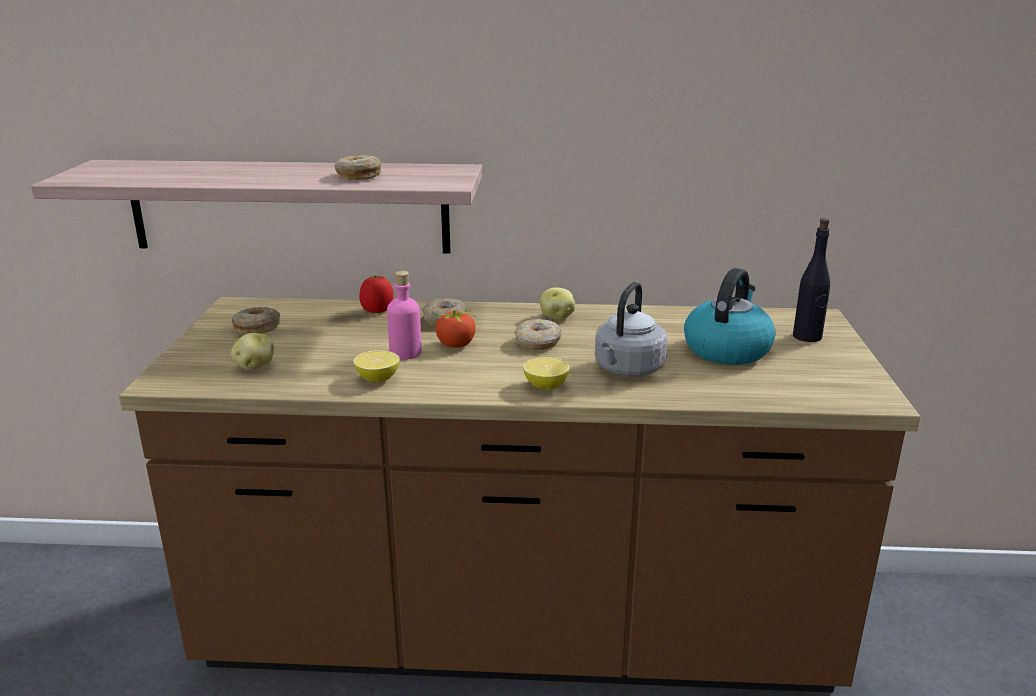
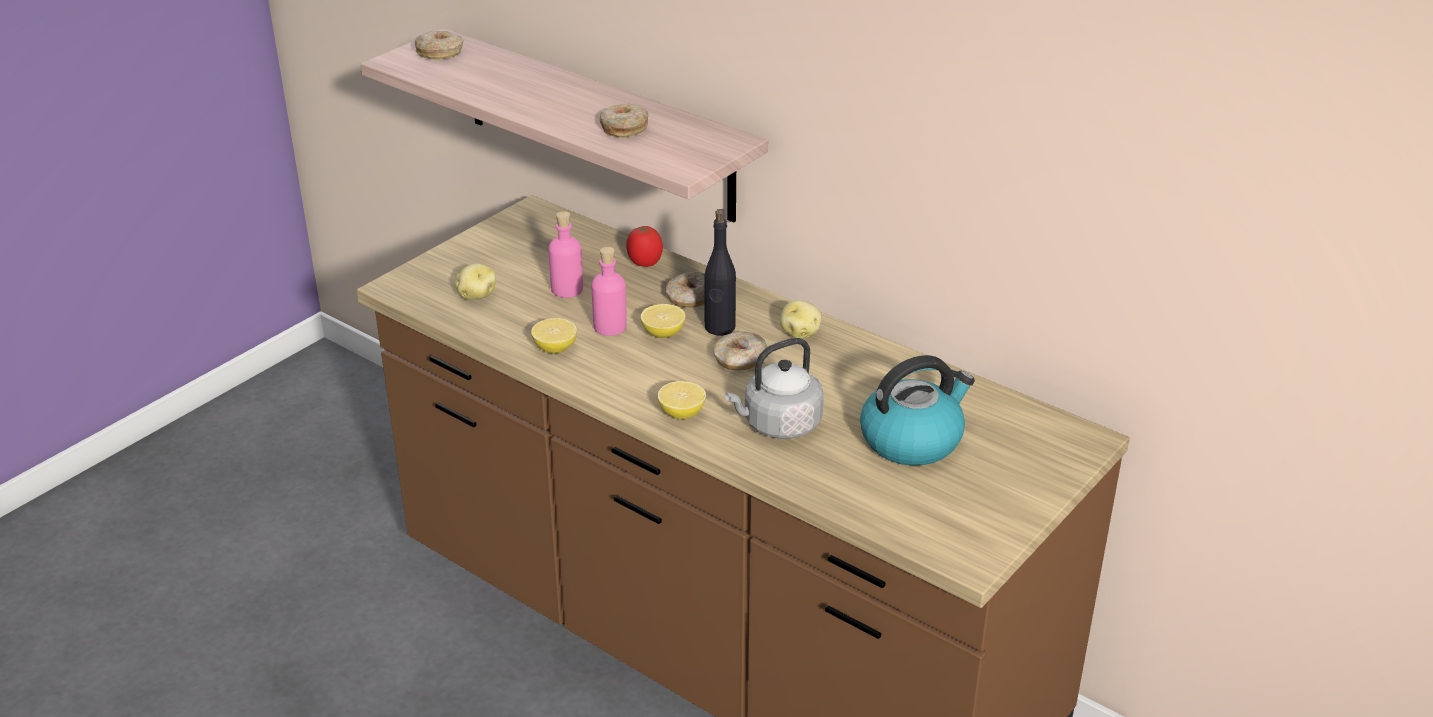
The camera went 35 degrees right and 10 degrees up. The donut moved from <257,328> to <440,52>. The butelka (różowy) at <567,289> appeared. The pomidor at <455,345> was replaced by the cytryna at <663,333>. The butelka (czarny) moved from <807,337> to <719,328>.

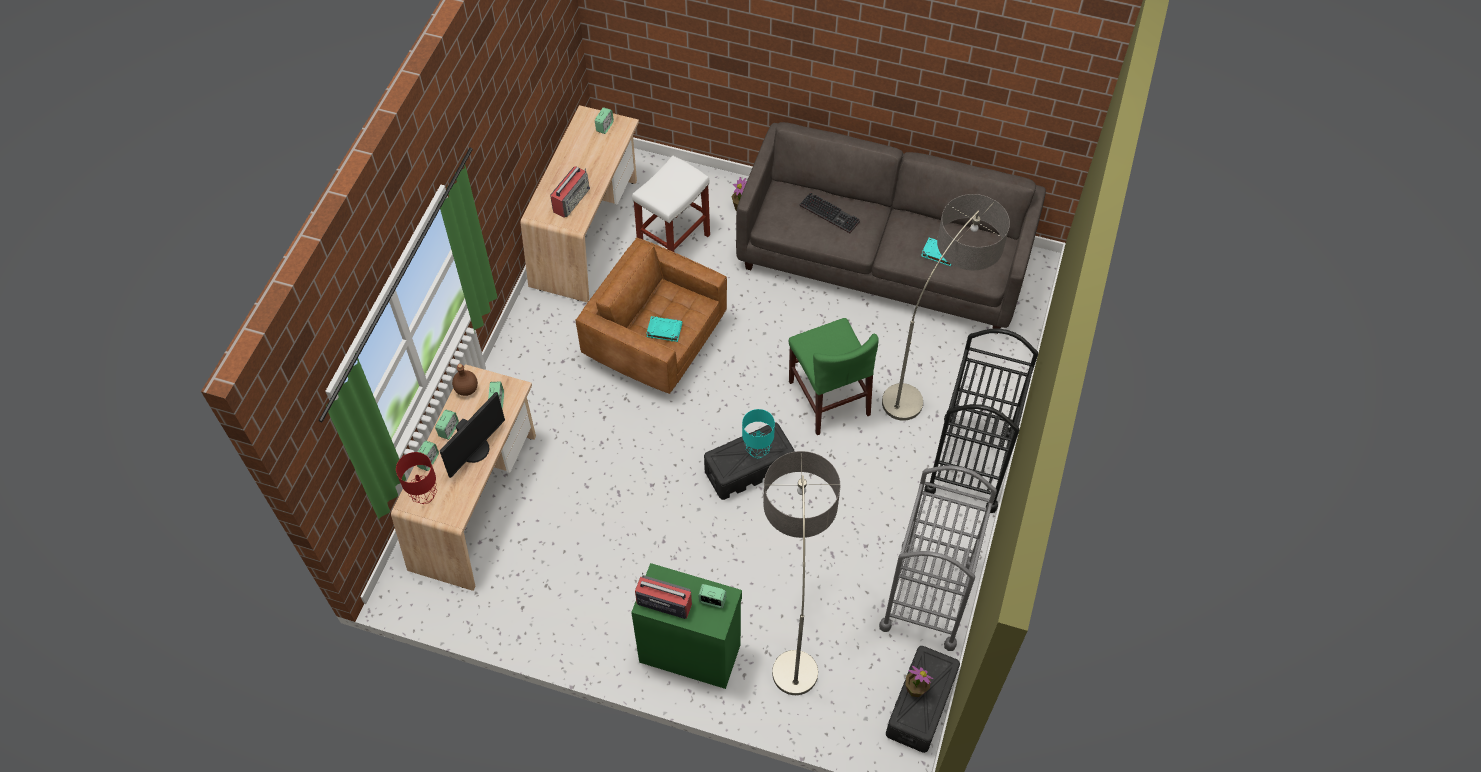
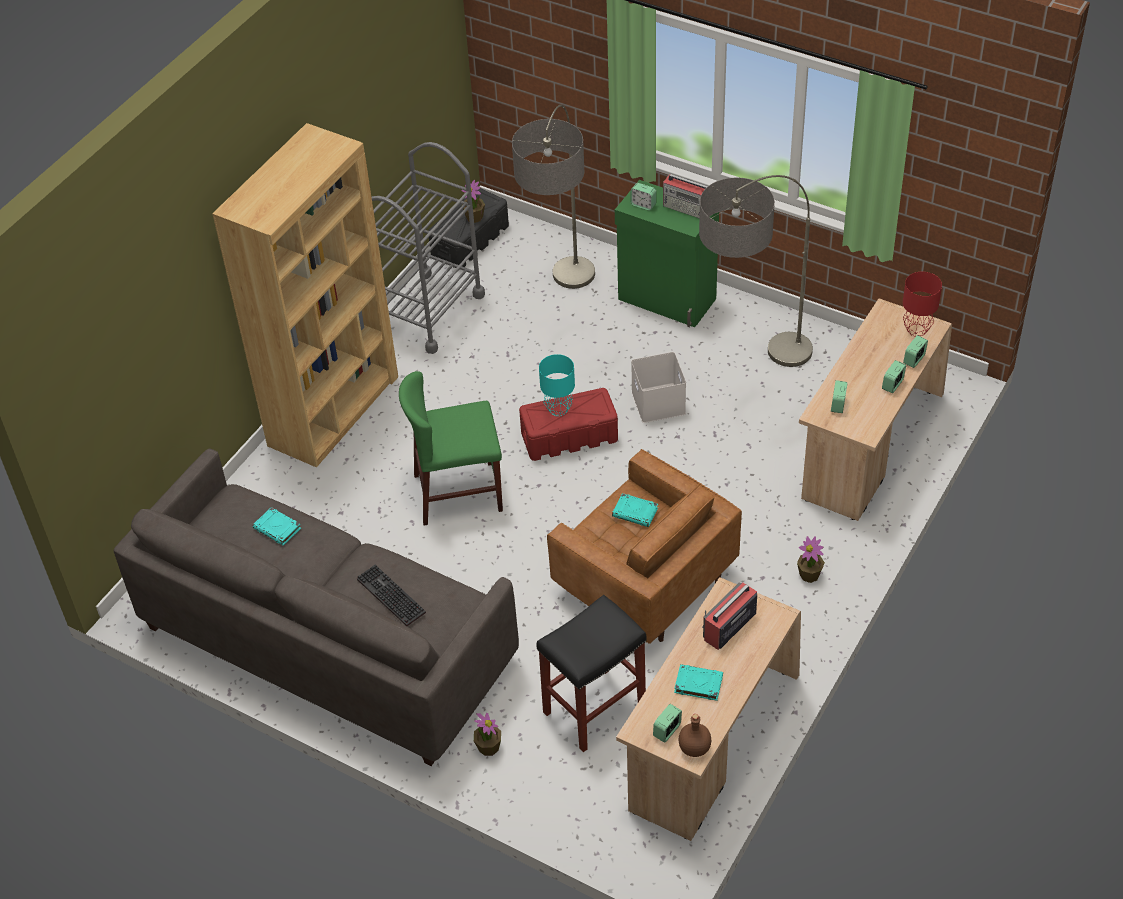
The camera went 165 degrees left and 10 degrees down. The wózek (czarny) at <970,463> was replaced by the regał (brązowy) at <334,410>. The krzesło (zielony) at <829,398> turned 90 degrees counterclockwise. The pojemnik do przechowywania (czarny) at <748,469> became the pojemnik do przechowywania (czerwony) at <570,436>. The stołek (biały) at <673,243> became the stołek (czarny) at <595,708>. The pojemnik do przechowywania (biały) at <659,403> appeared. The książka (turkusowy) at <698,684> appeared. The butelka (brązowy) moved from <467,389> to <694,748>. The lampa stojąca moved from <931,371> to <749,376>. The roślina doniczkowa at <809,575> appeared. The monitor at <475,450> disappeared.

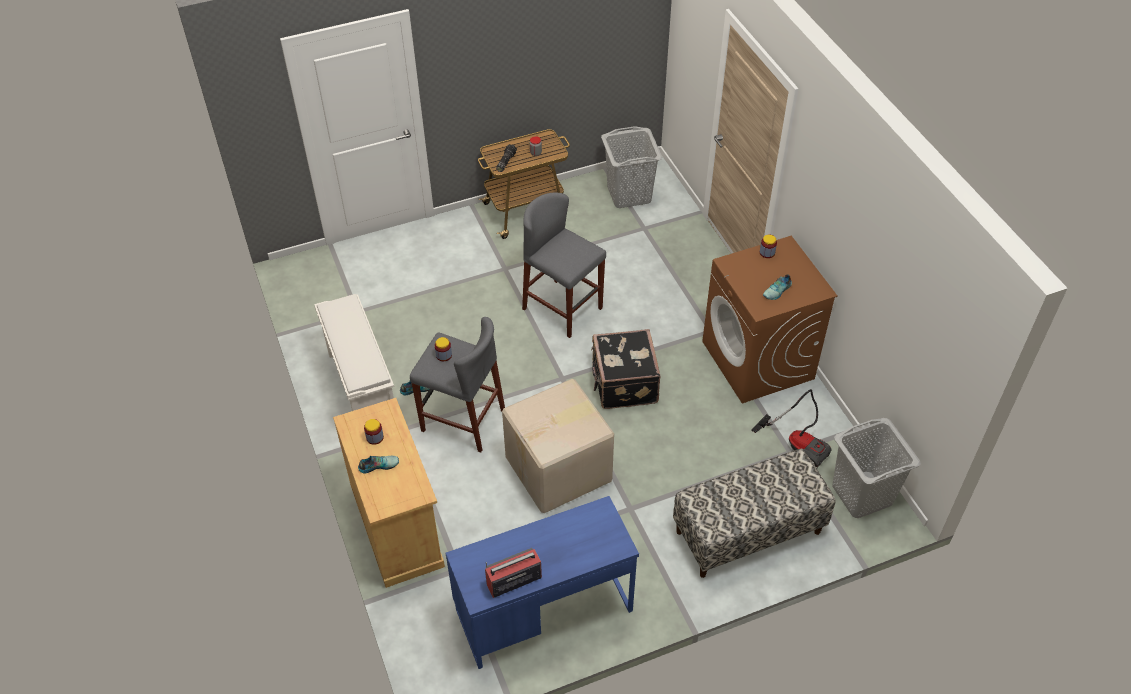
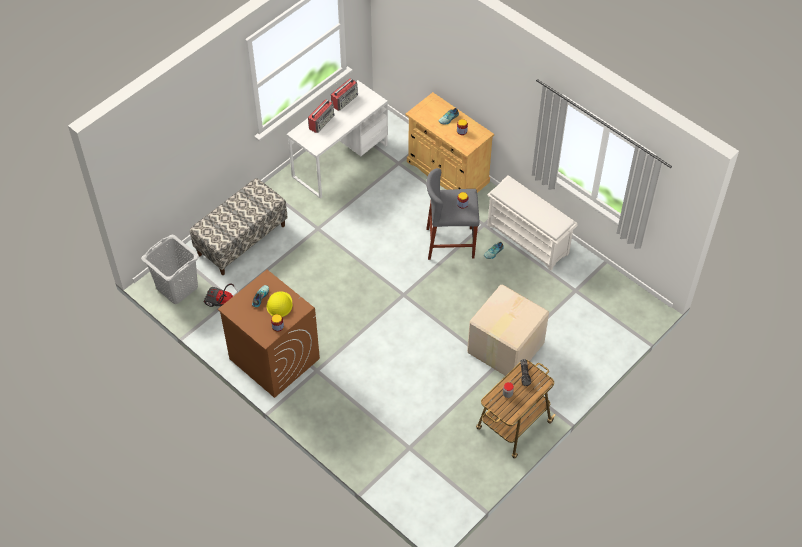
The camera went 155 degrees right and 5 degrees up. The kask (żółty) at <279,304> appeared. The biurko (niebieski) at <543,610> became the biurko (biały) at <340,160>. The radio at <321,121> appeared. The karton moved from <560,469> to <504,348>. The stołek (szary) at <562,308> disappeared. The walizka (czarny) at <623,384> disappeared. The kosz na pranie (szary) at <629,194> disappeared.

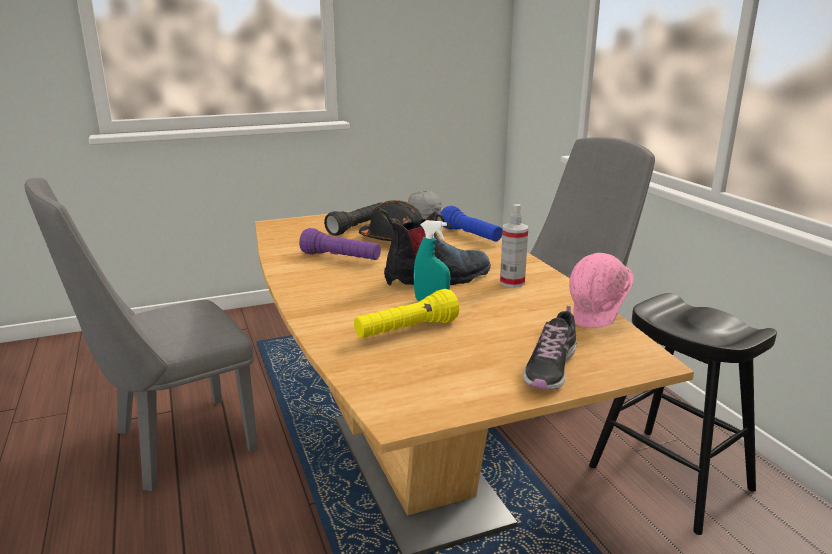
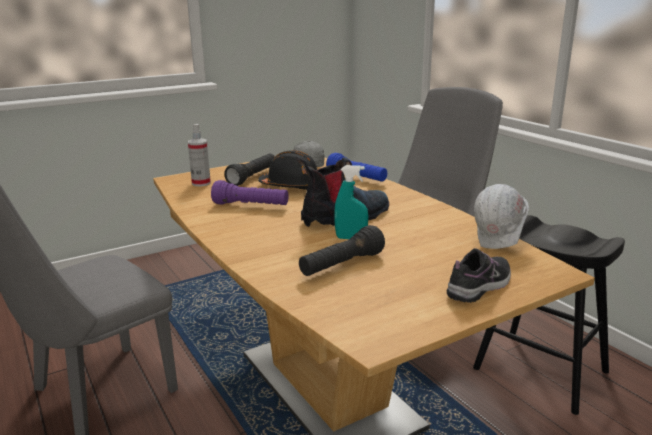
The camera went 10 degrees left and 0 degrees up. The spryskiwacz moved from <512,282> to <201,183>. The latarka (żółty) at <406,331> became the latarka (czarny) at <341,265>. The but at <550,368> turned 150 degrees counterclockwise. The kask (różowy) at <598,321> became the kask (biały) at <499,242>.

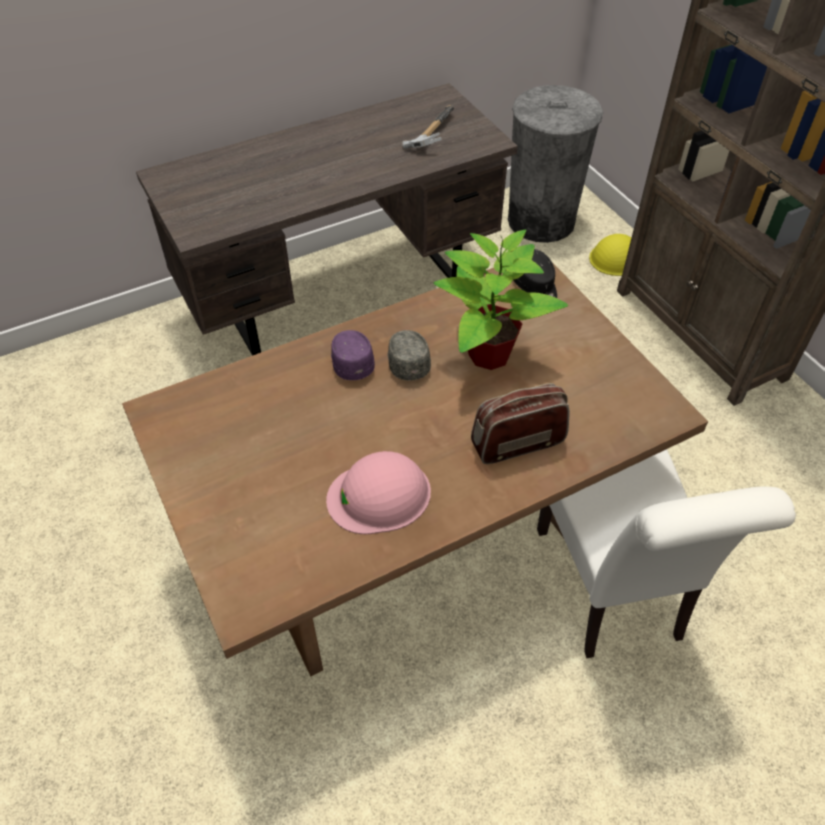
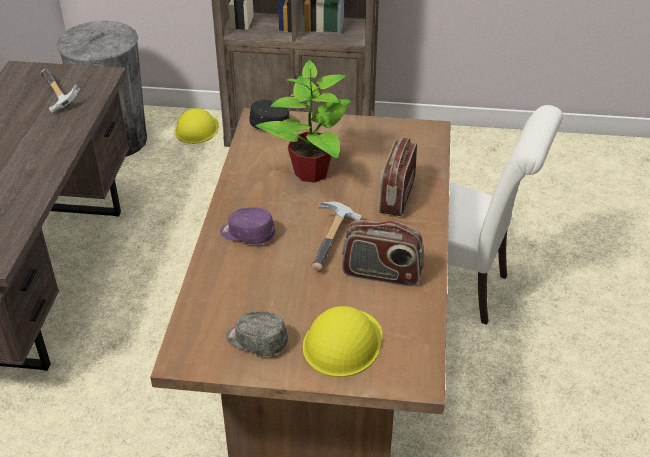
The camera went 55 degrees left and 10 degrees down. The czapka z daszkiem (szary) moved from <407,361> to <256,341>. The kask (żółty) at <342,342> appeared. The młotek at <335,242> appeared. The kask (różowy) at <380,495> was replaced by the radio at <381,274>.

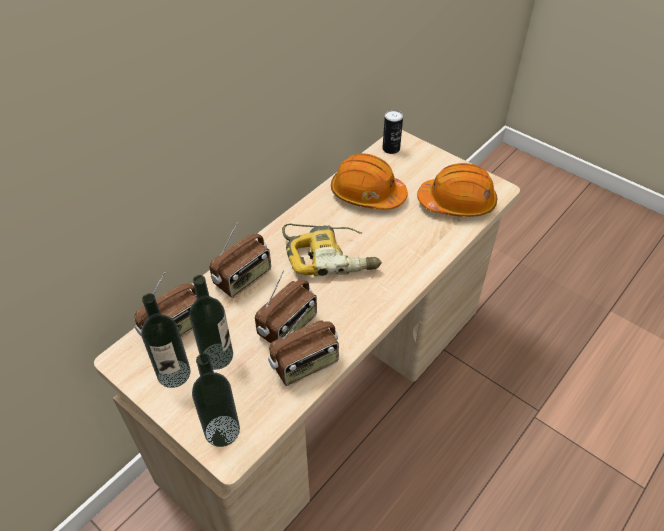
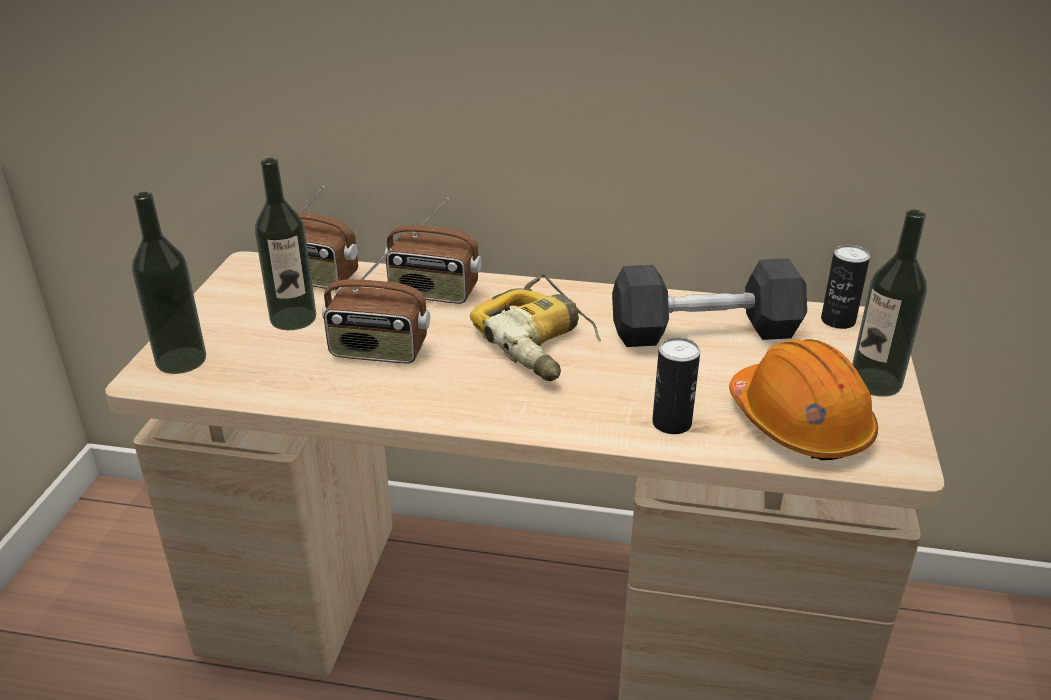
The camera went 60 degrees right and 15 degrees down. The kask (pomarańczowy) at <367,194> was replaced by the hantel (szary) at <704,332>. The puszka at <671,423> appeared. The butelka moved from <174,374> to <875,382>. The radio at <305,365> disappeared.

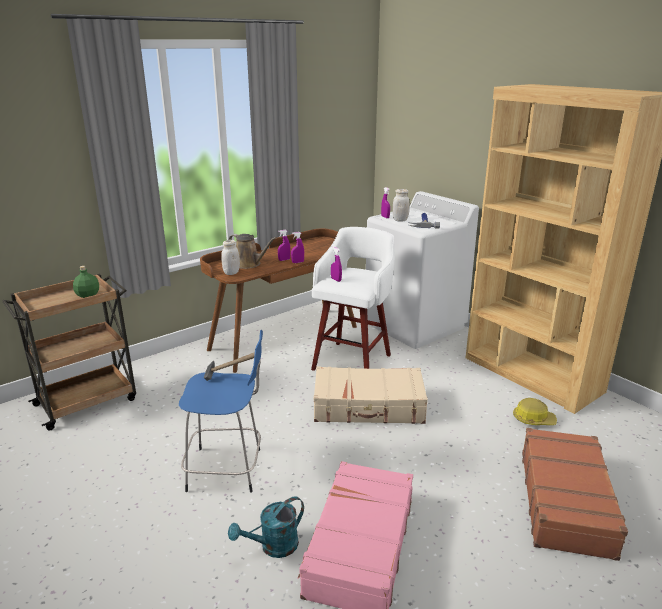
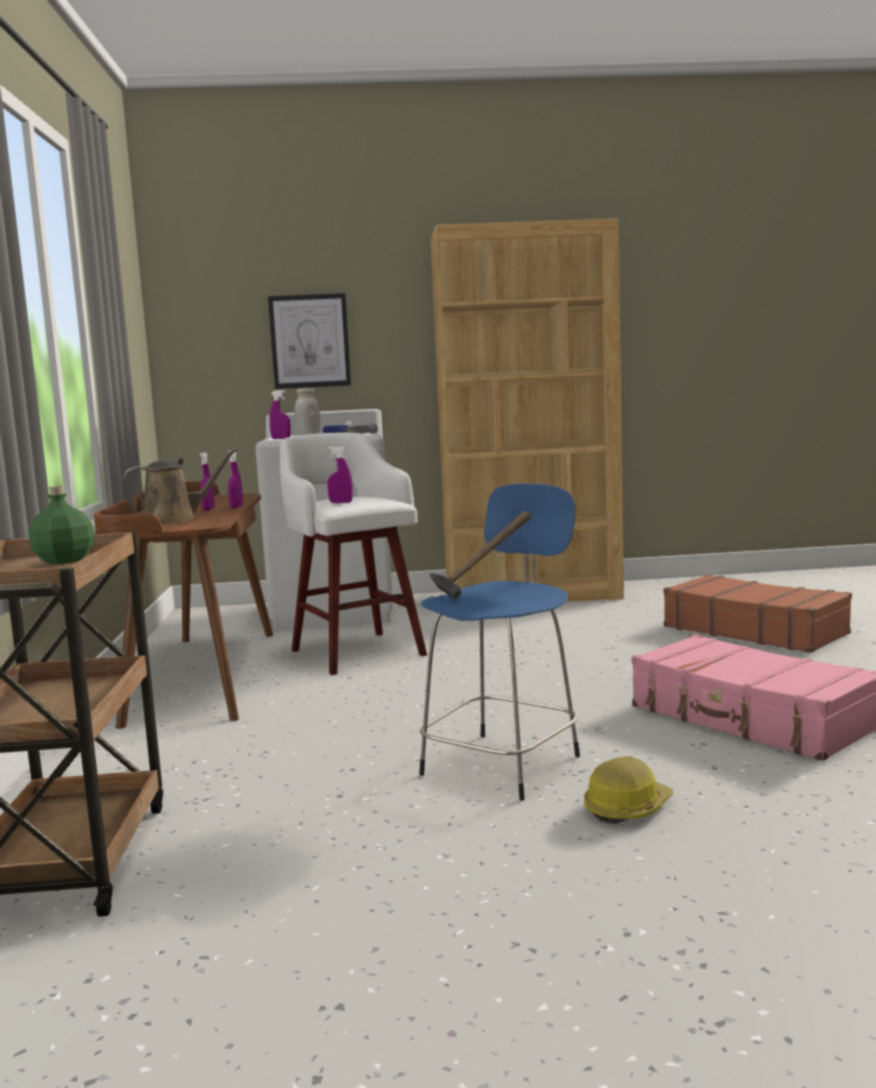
The camera went 55 degrees left and 15 degrees down. The obraz at <310,341> appeared. The kask moved from <533,419> to <627,808>. The słoik (biały) at <231,273> disappeared. The konewka (turkusowy) at <273,547> disappeared. The walizka (beżowy) at <369,407> disappeared.

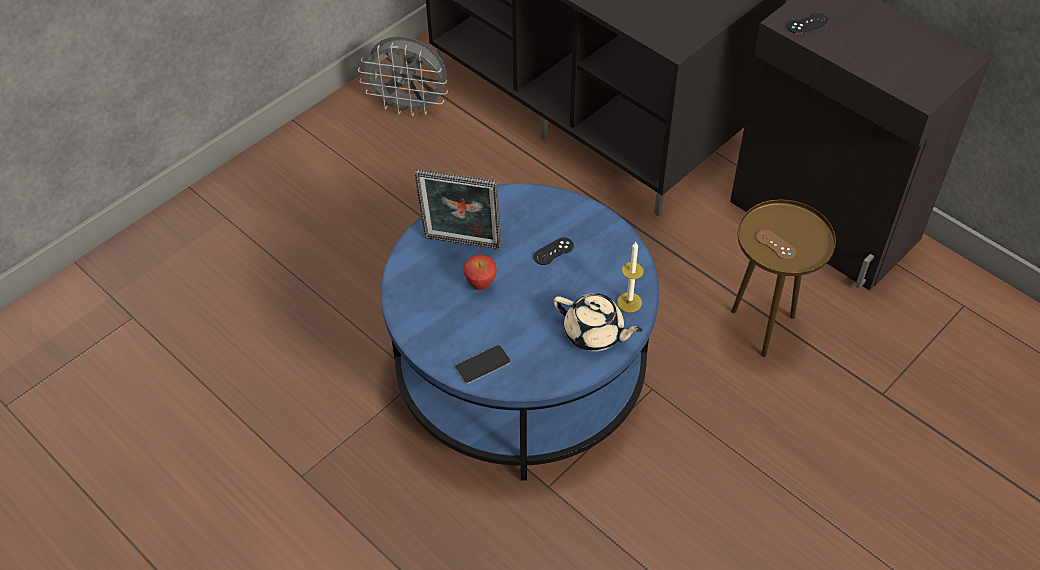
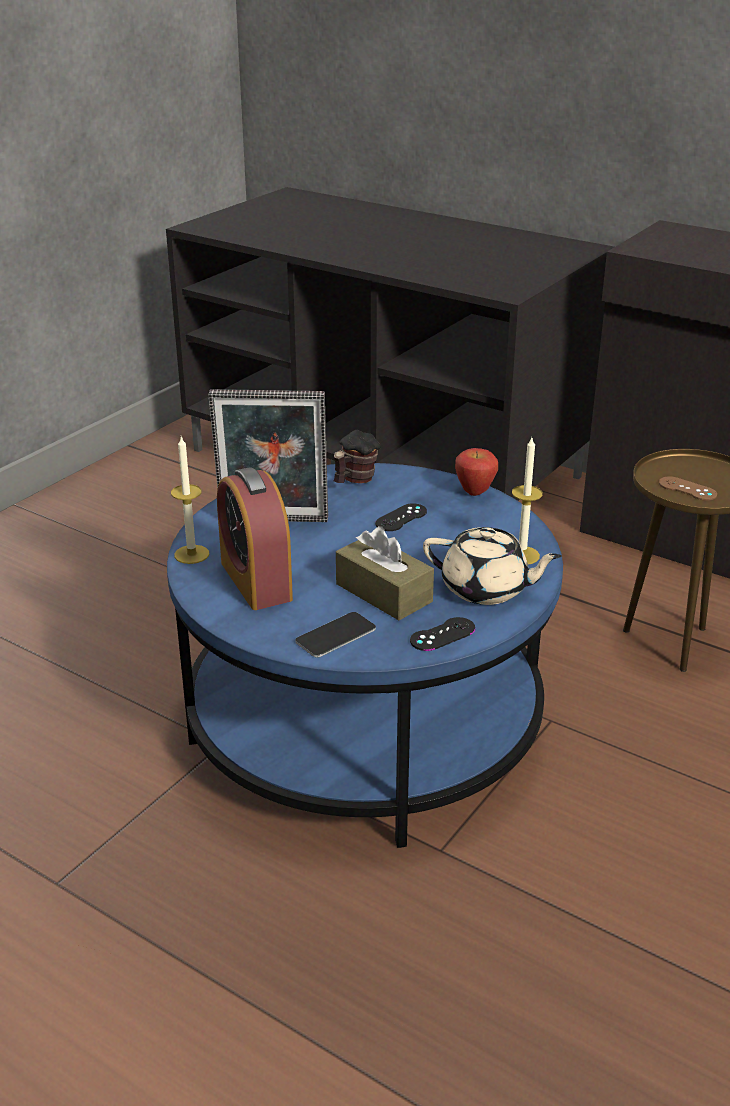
The camera went 10 degrees left and 20 degrees down. The świeca at <191,554> appeared. The budzik at <256,581> appeared. The kubek at <354,480> appeared. The pudełko chusteczek (brązowy) at <383,593> appeared. The pad do gier (czarny) moved from <807,24> to <442,634>. The jabłko moved from <480,285> to <475,492>. The wentylator (szary) at <409,107> disappeared.

